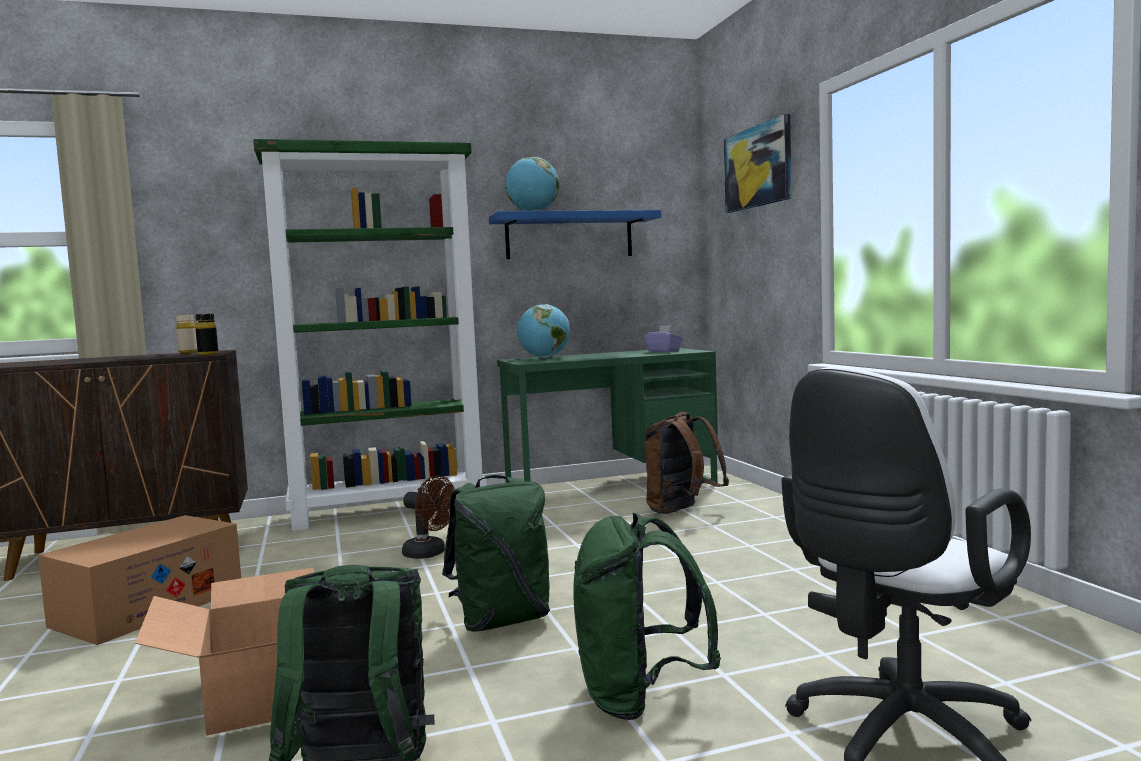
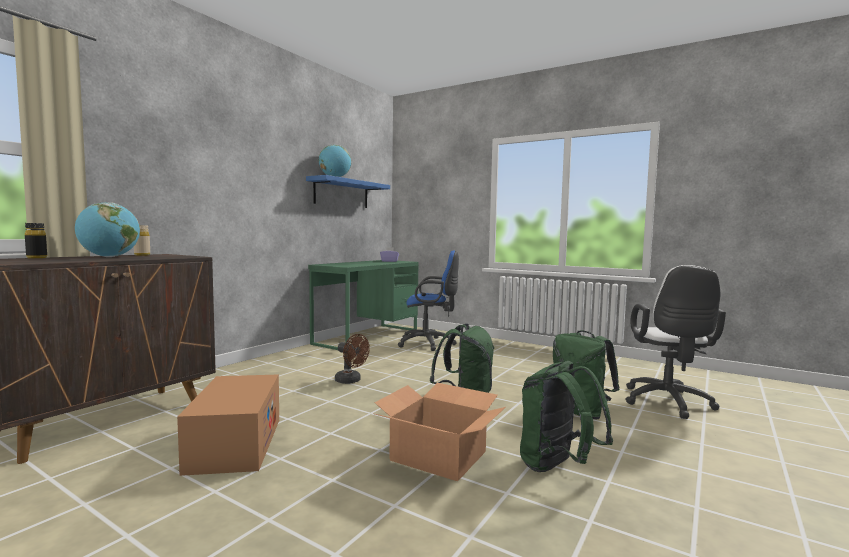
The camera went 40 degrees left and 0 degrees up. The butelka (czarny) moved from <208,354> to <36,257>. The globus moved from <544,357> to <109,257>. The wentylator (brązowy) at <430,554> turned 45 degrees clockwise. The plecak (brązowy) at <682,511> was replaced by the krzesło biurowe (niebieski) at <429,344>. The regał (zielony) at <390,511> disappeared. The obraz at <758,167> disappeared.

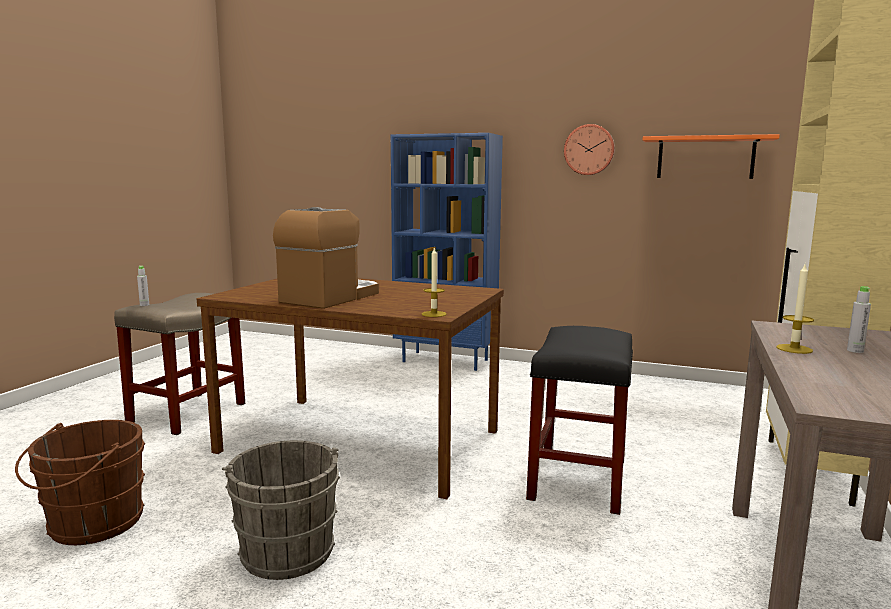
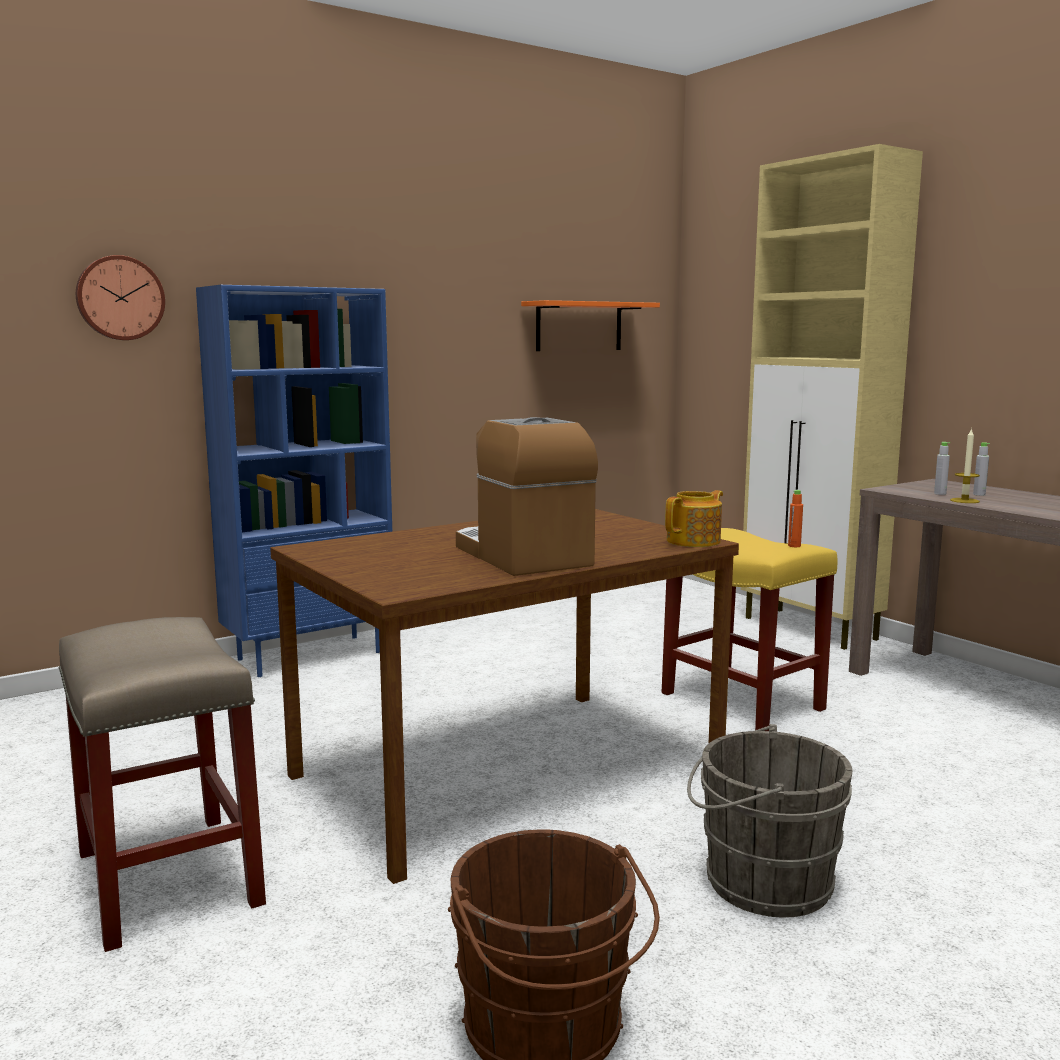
The camera went 55 degrees left and 0 degrees up. The zegar ścienny moved from <589,150> to <120,298>. The stołek (czarny) at <578,480> became the stołek (żółty) at <744,702>. The świeca at <434,314> was replaced by the imbryk at <695,541>. The butelka (pomarańczowy) at <794,546> appeared. The butelka (szary) moved from <144,305> to <940,493>.

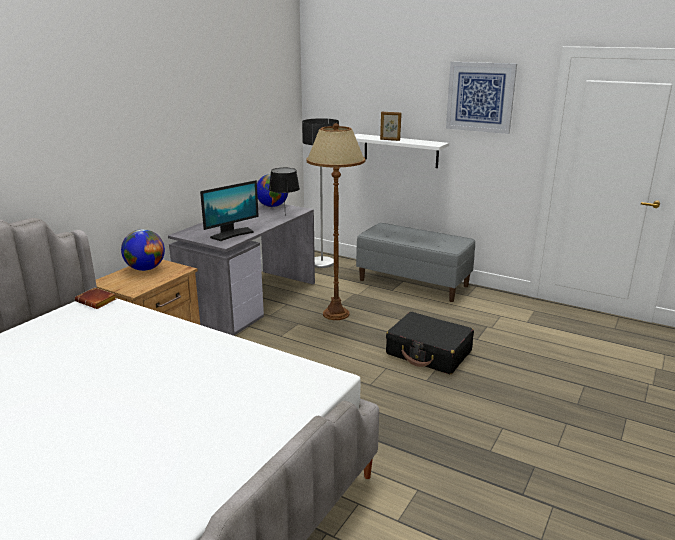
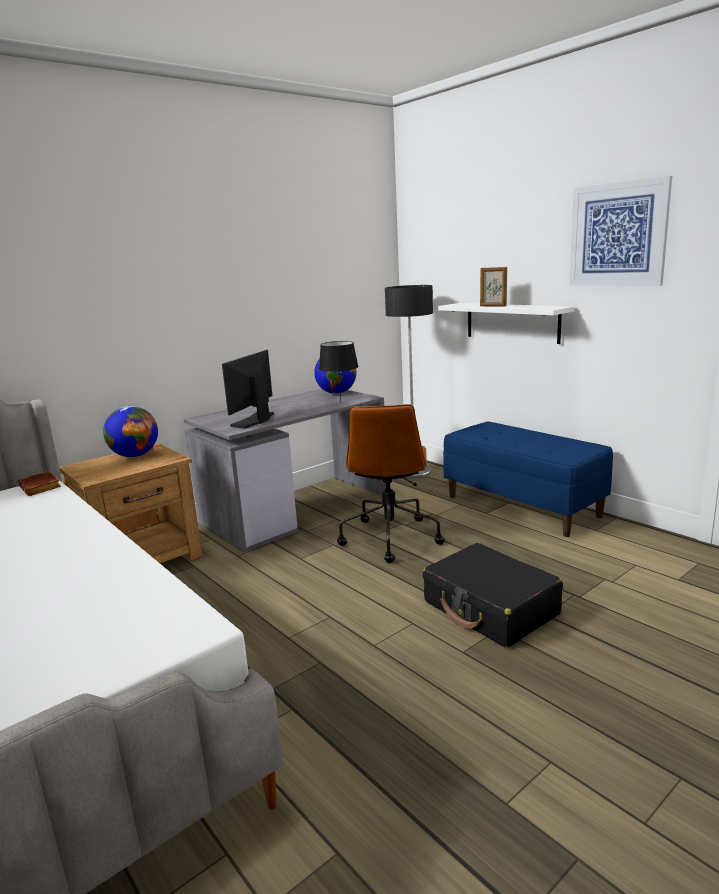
The camera went 20 degrees right and 5 degrees down. The monitor at <232,234> turned 135 degrees clockwise. The lampa stojąca (brązowy) at <335,314> was replaced by the krzesło biurowe (brązowy) at <390,537>. The ławka (szary) at <414,283> became the ławka (niebieski) at <523,506>.

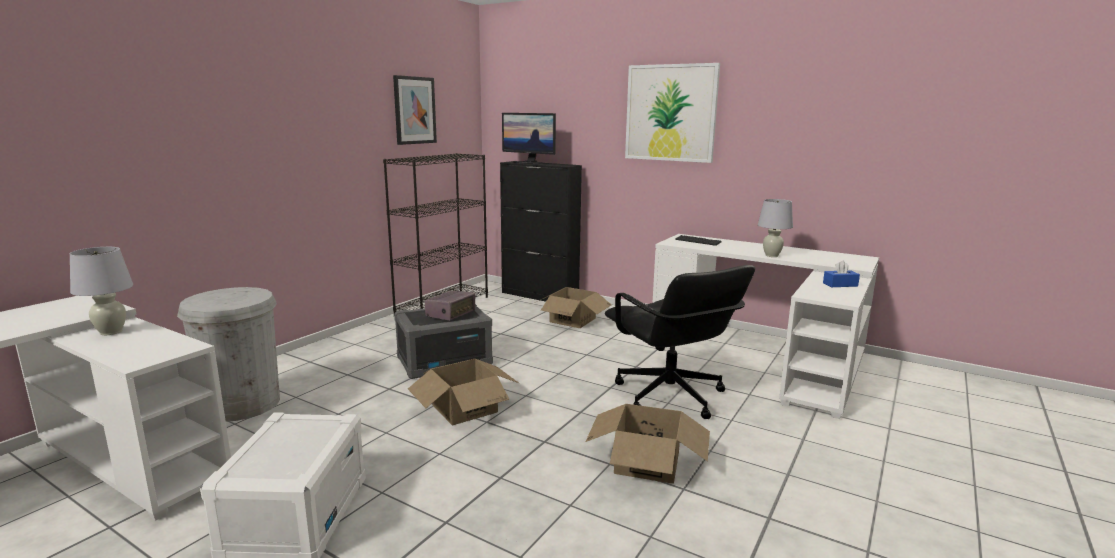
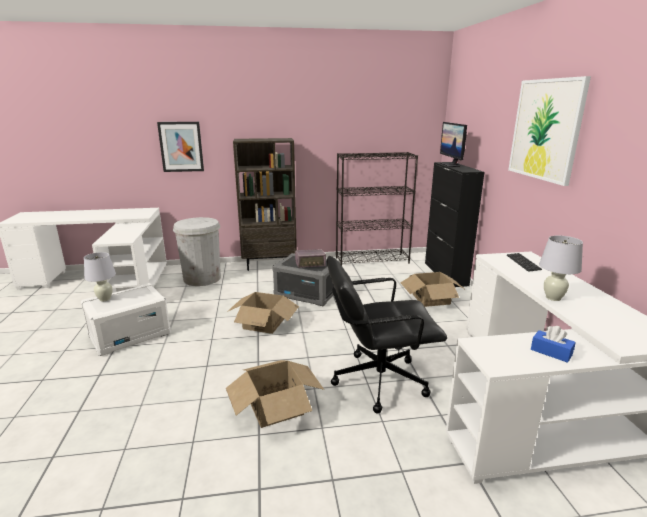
The camera went 50 degrees right and 5 degrees up. The lampa stołowa (biały) moved from <111,332> to <105,299>. The obraz moved from <414,110> to <181,146>. The regał (brązowy) at <270,265> appeared. The krzesło biurowe (czarny) at <669,396> turned 60 degrees clockwise.

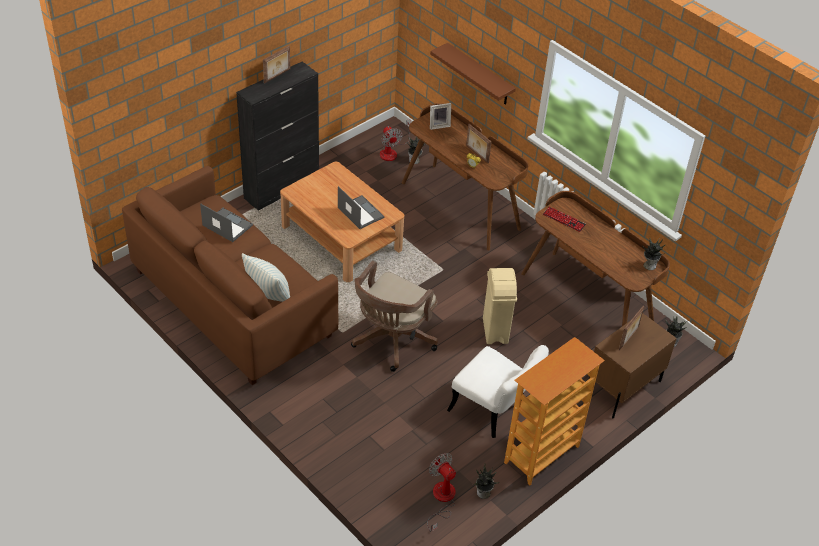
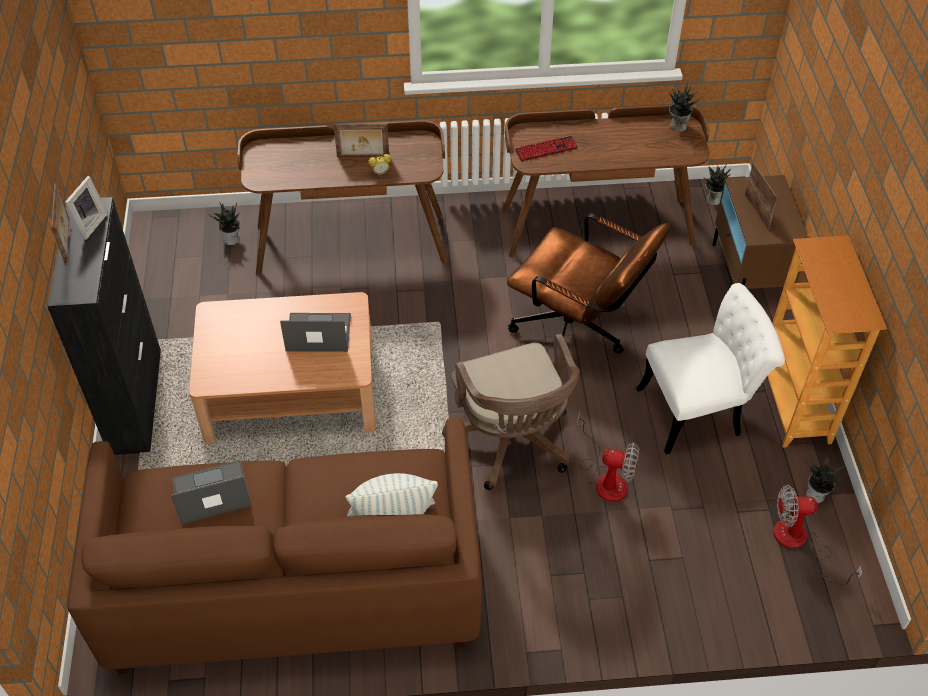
The camera went 50 degrees left and 5 degrees up. The ramka na zdjęcie moved from <439,125> to <89,224>. The kosz na śmieci (beżowy) at <495,331> was replaced by the krzesło biurowe (brązowy) at <578,334>. The wentylator moved from <391,151> to <606,478>. The półka (brązowy) at <479,75> disappeared.

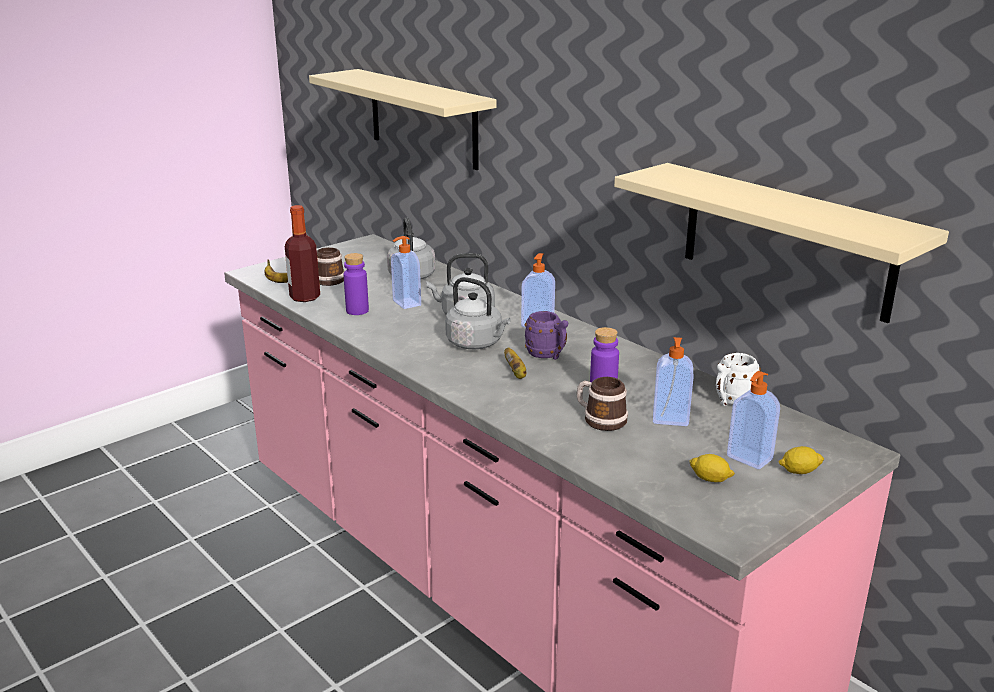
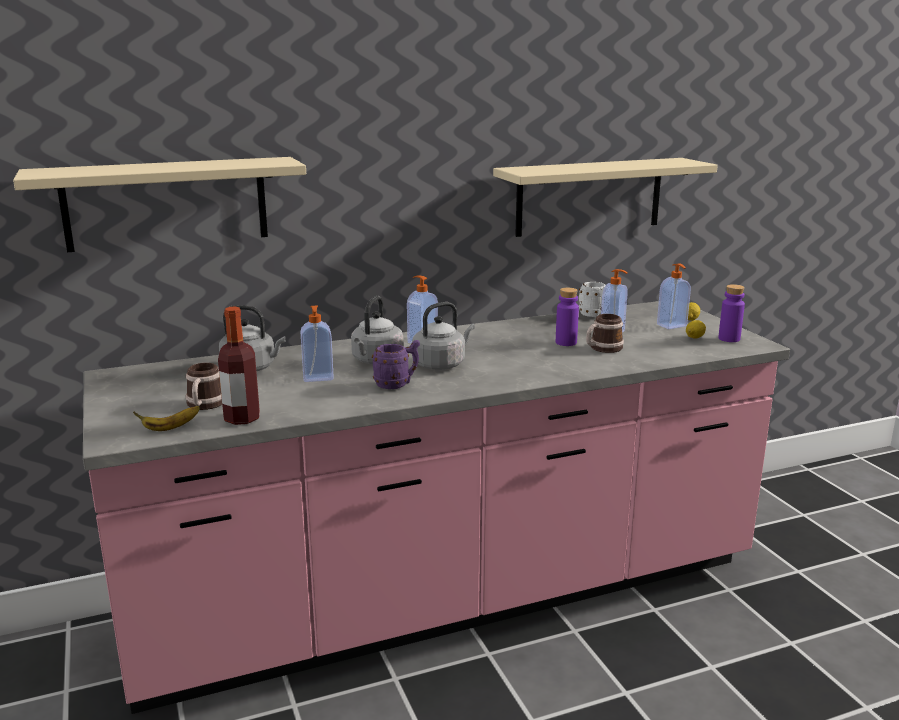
The camera went 70 degrees left and 5 degrees down. The kubek (fioletowy) moved from <547,355> to <397,384>. The butelka (fioletowy) moved from <357,311> to <729,339>. The banan at <516,373> disappeared.

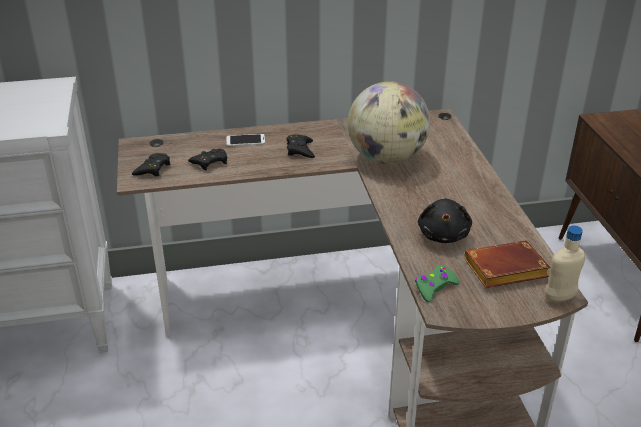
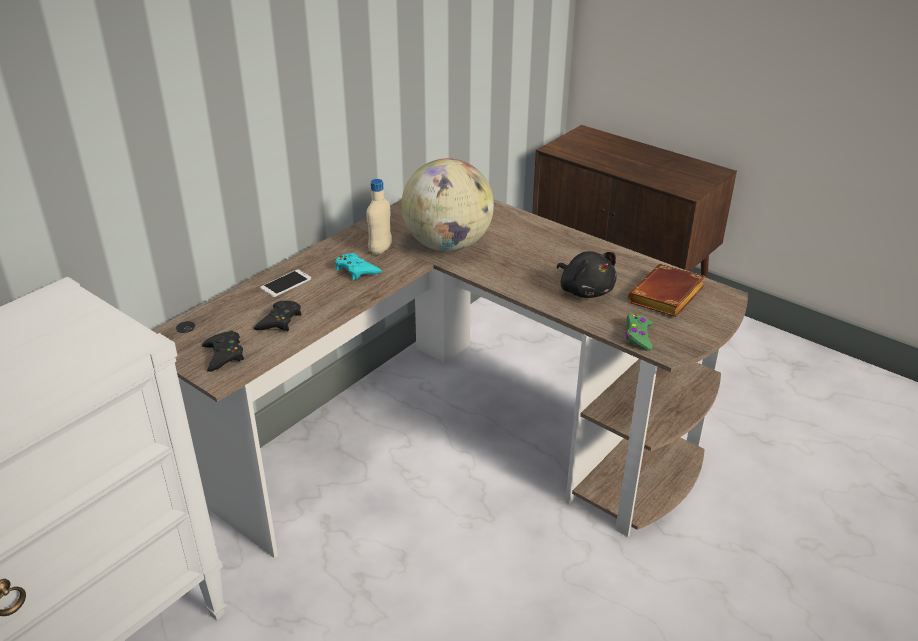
The camera went 40 degrees left and 0 degrees up. The pad do gier (czarny) at <300,150> became the pad do gier (turkusowy) at <356,270>. The butelka (beżowy) moved from <559,298> to <380,249>.

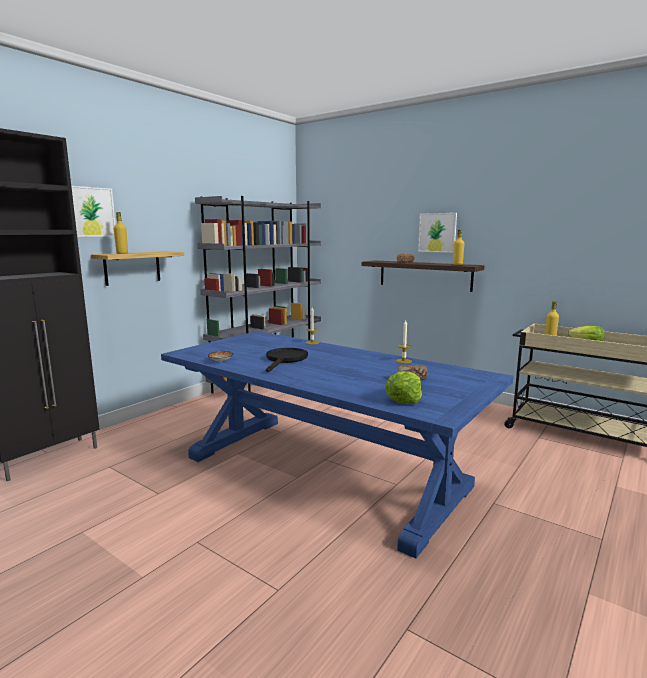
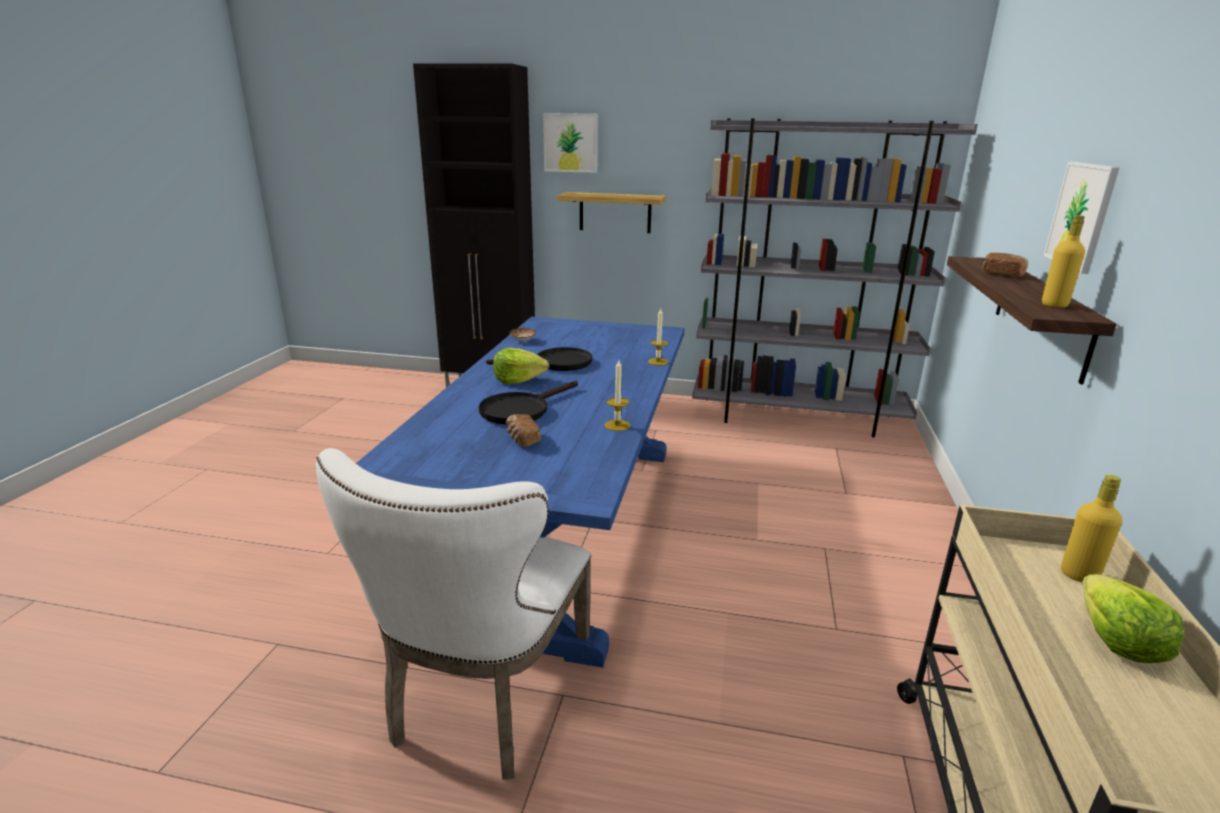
The camera went 65 degrees right and 10 degrees up. The krzesło (biały) at <484,703> appeared. The patelnia (czarny) at <521,409> appeared. The sałata moved from <404,399> to <518,380>. The butelka (żółty) at <122,253> disappeared.

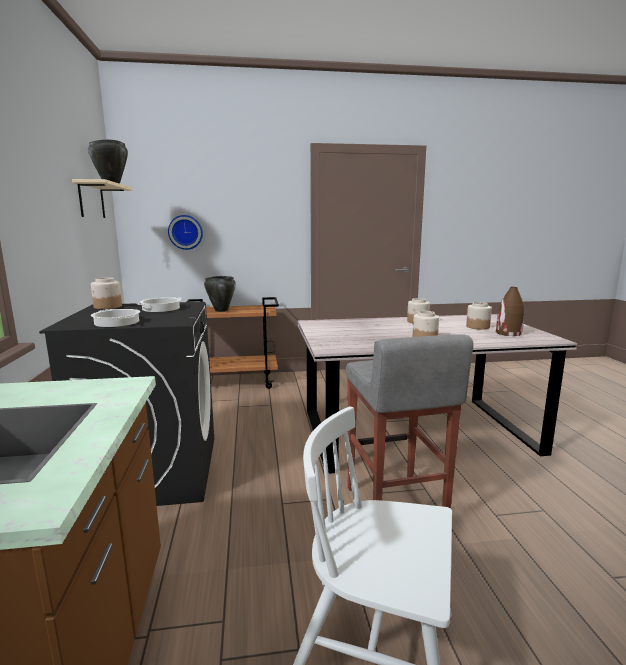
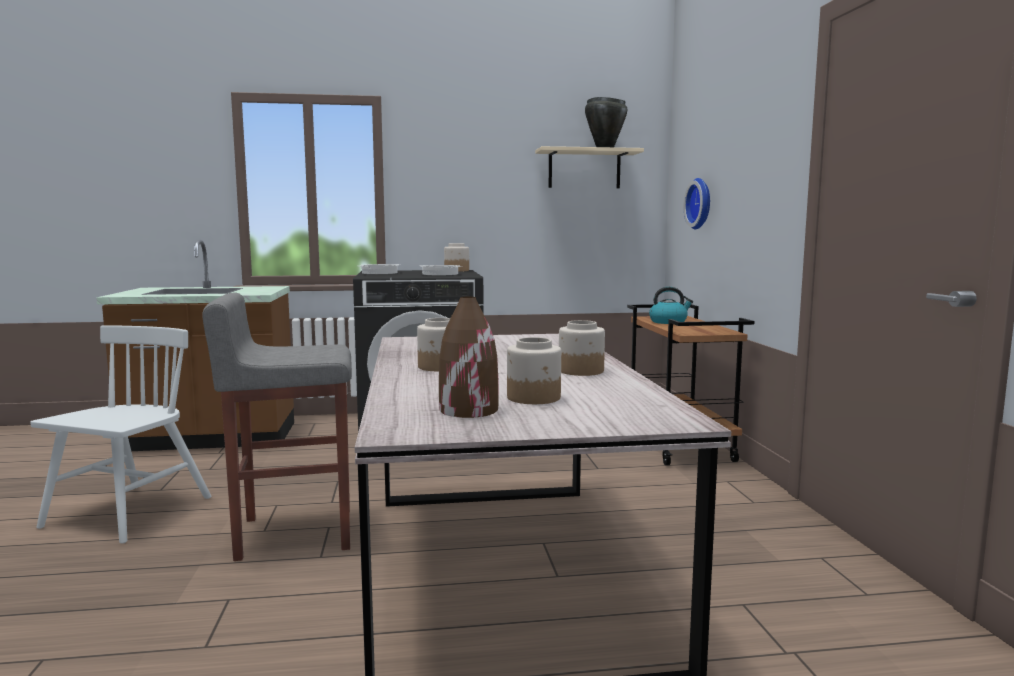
The camera went 90 degrees right and 5 degrees down. The garnek (czarny) at <221,310> was replaced by the czajnik at <668,322>.

